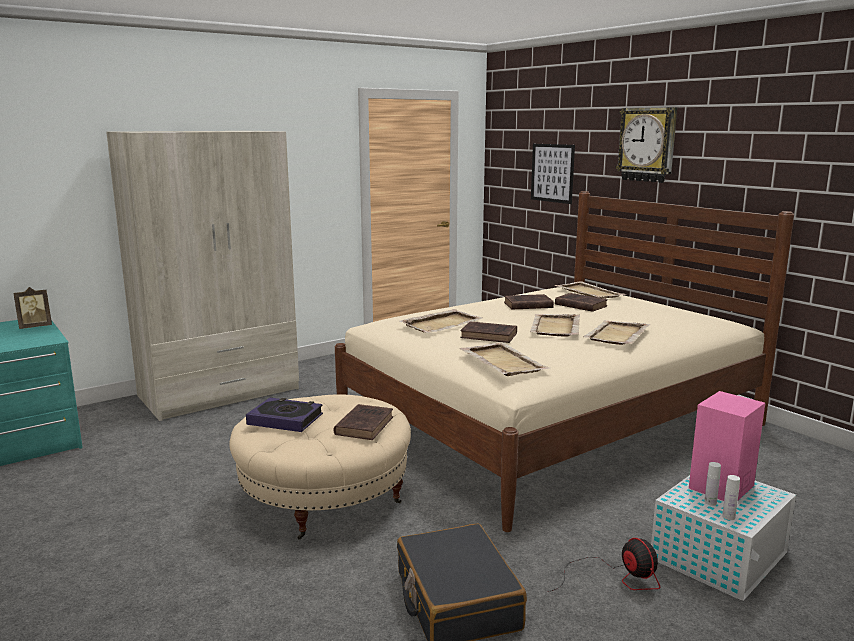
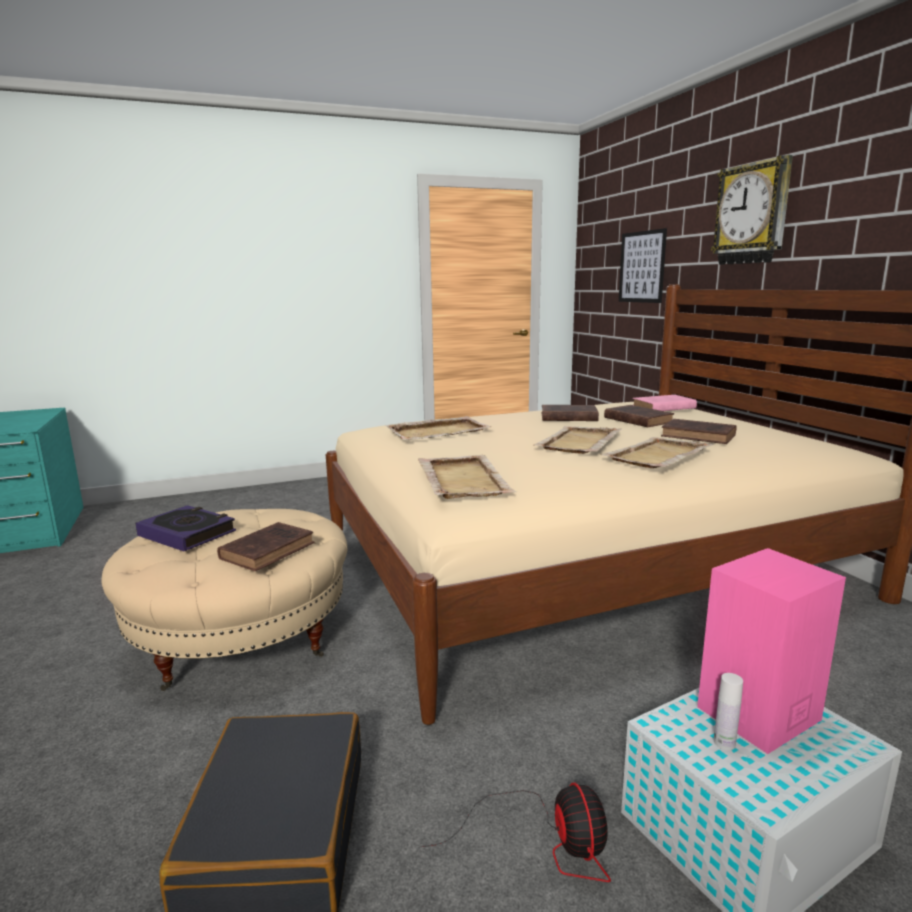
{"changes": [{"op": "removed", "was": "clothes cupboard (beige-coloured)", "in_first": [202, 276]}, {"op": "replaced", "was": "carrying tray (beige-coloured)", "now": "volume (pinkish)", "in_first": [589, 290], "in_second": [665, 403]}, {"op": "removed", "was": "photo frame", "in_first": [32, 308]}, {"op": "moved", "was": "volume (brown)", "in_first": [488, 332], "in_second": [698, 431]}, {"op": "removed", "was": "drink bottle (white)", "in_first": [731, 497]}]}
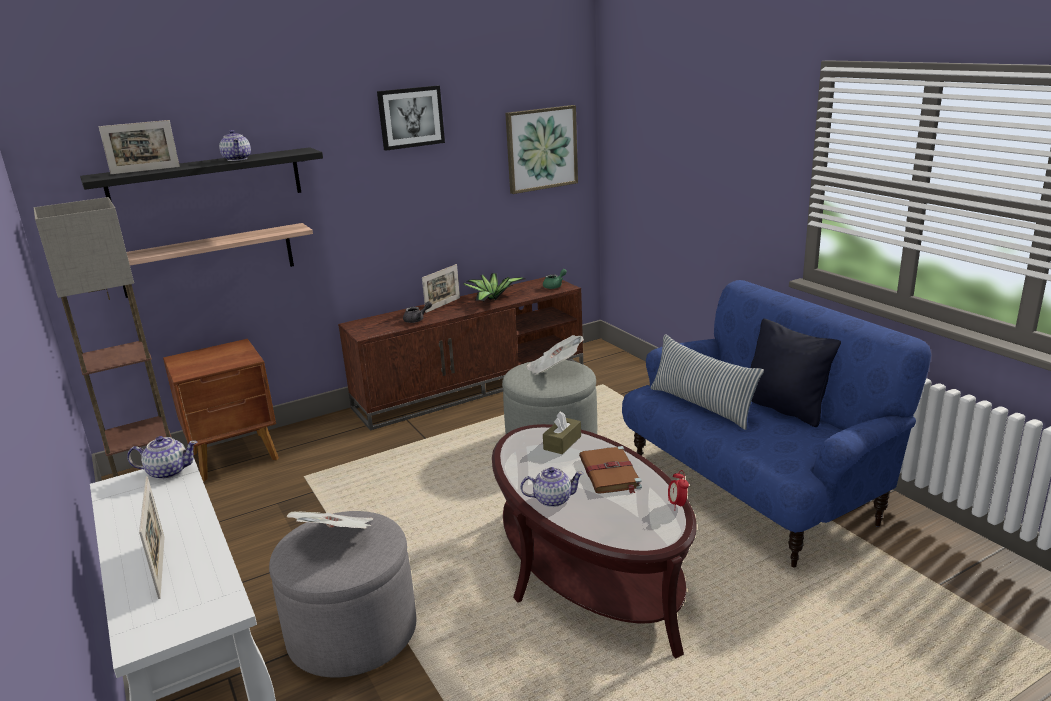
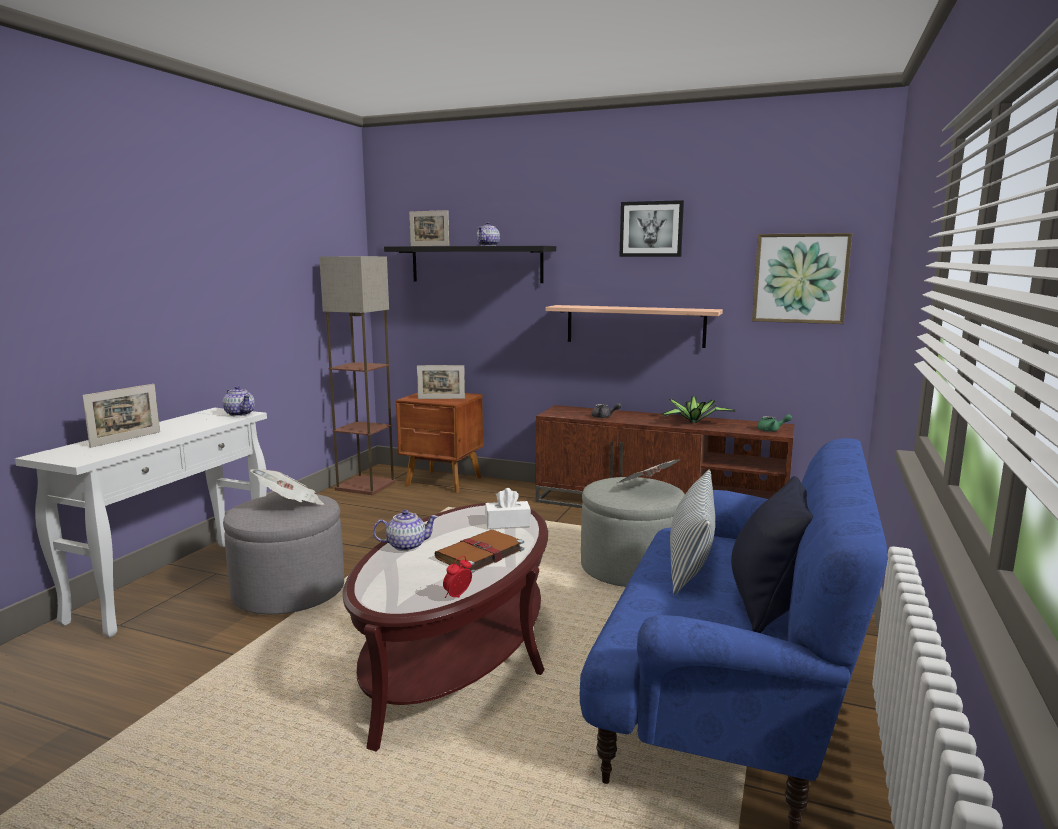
{"changes": [{"op": "moved", "was": "shelf", "in_first": [218, 260], "in_second": [634, 326]}, {"op": "moved", "was": "photo frame", "in_first": [441, 288], "in_second": [441, 382]}, {"op": "recoloured", "was": "tissue box (brown)", "now": "tissue box (white)", "in_first": [562, 432], "in_second": [508, 508]}, {"op": "turned", "was": "teapot", "in_first": [552, 487], "in_second": [405, 530], "clockwise": -60}]}
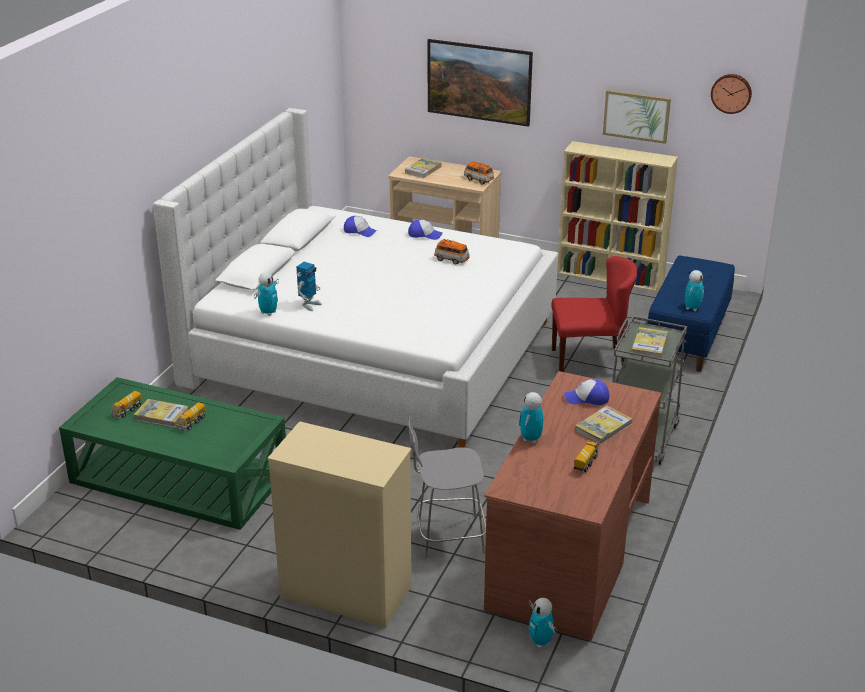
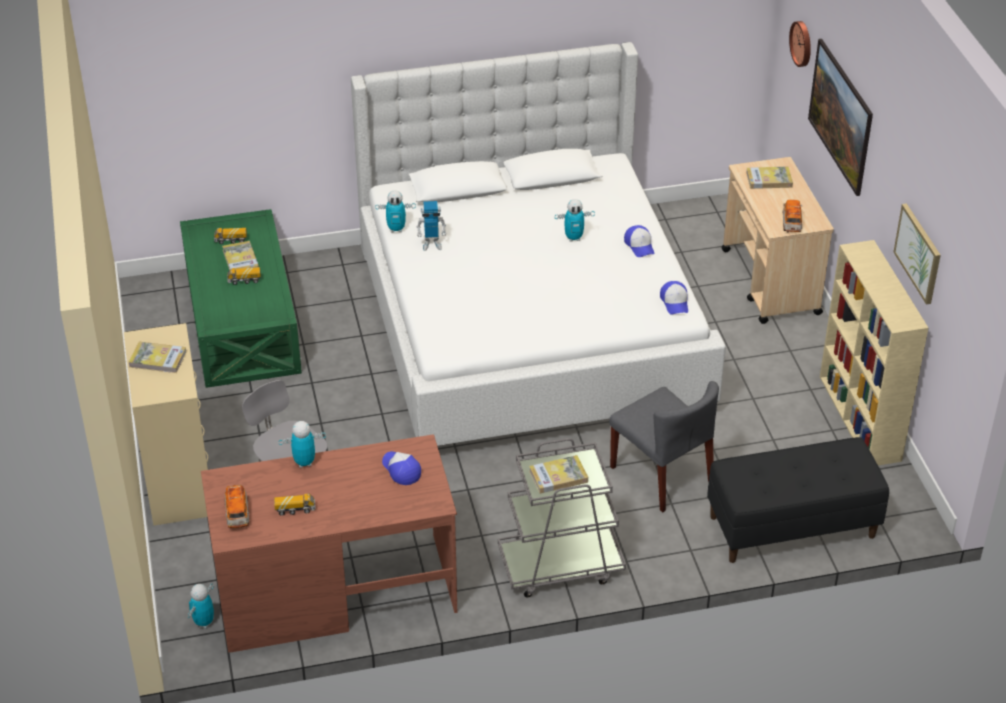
{"changes": [{"op": "moved", "was": "clock on the wall", "in_first": [731, 94], "in_second": [800, 44]}, {"op": "moved", "was": "peaked cap", "in_first": [360, 226], "in_second": [674, 298]}, {"op": "moved", "was": "model car", "in_first": [452, 251], "in_second": [236, 506]}, {"op": "recoloured", "was": "bench (blue-coloured)", "now": "bench (black)", "in_first": [691, 313], "in_second": [798, 500]}, {"op": "recoloured", "was": "plain chair (red-coloured)", "now": "plain chair (greyish)", "in_first": [594, 314], "in_second": [664, 447]}, {"op": "moved", "was": "toy robot", "in_first": [694, 290], "in_second": [575, 220]}, {"op": "moved", "was": "volume", "in_first": [604, 425], "in_second": [157, 357]}]}
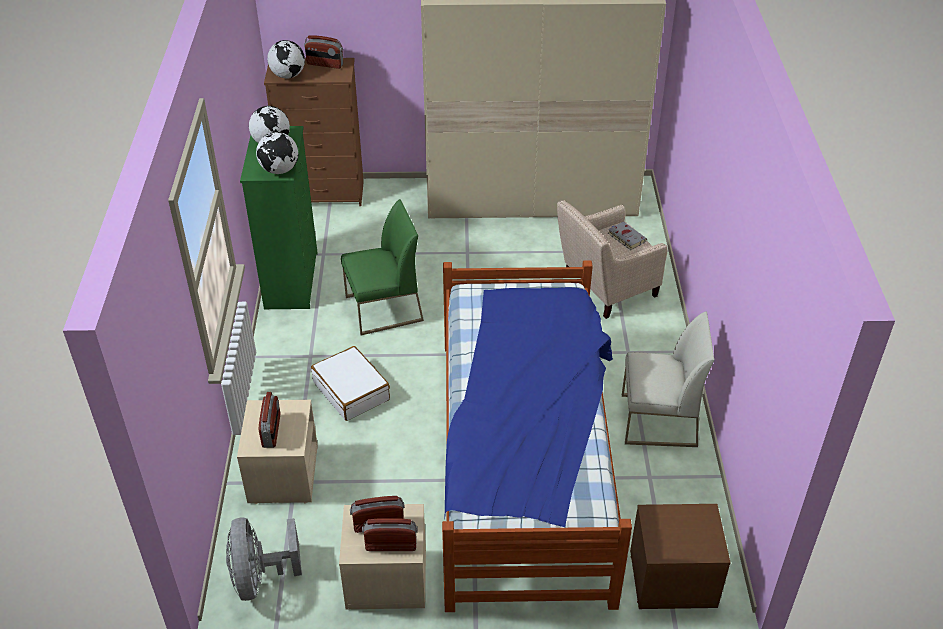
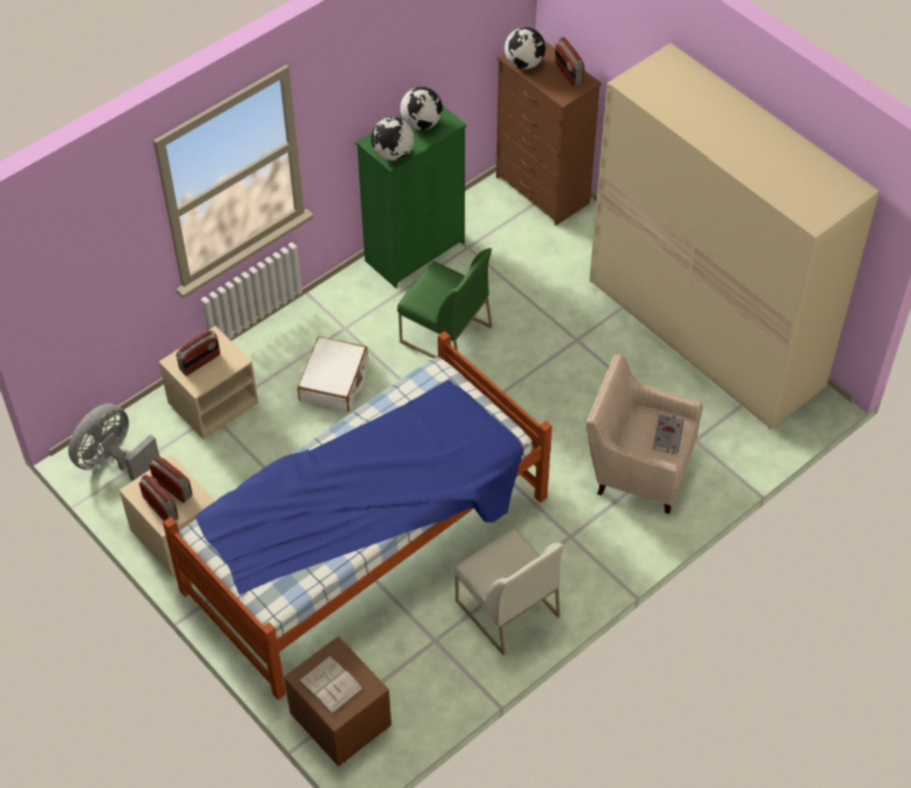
{"changes": [{"op": "added", "now": "volume (white)", "in_second": [331, 685]}]}
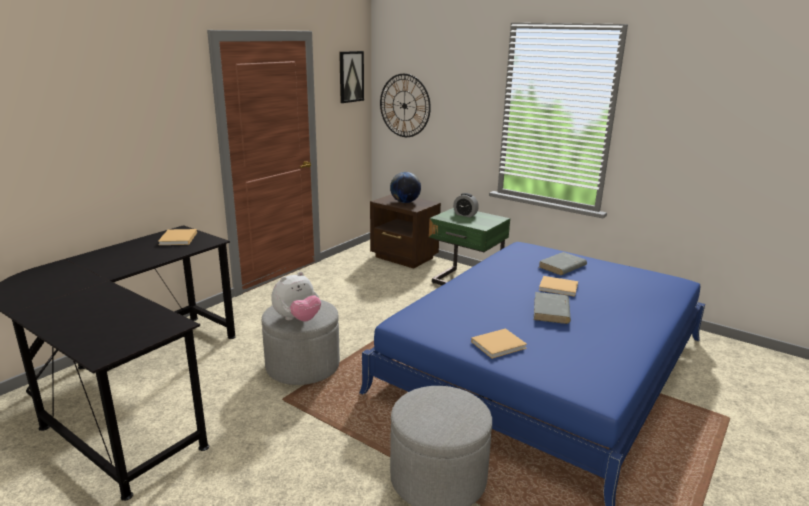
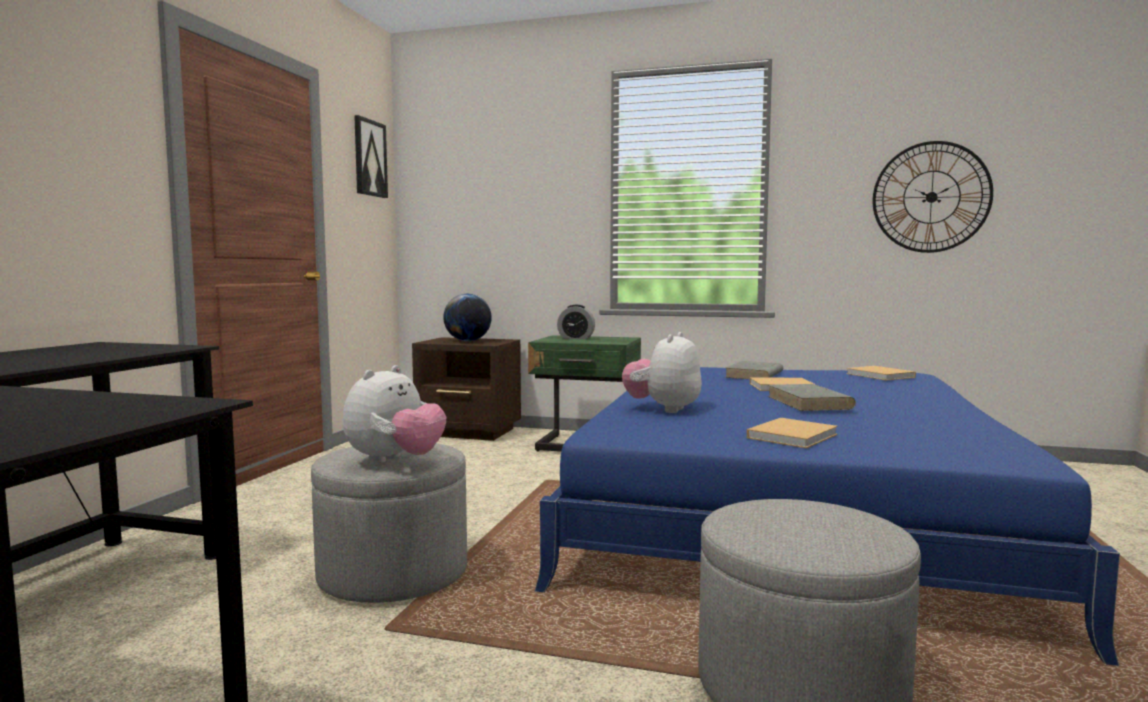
{"changes": [{"op": "moved", "was": "clock on the wall", "in_first": [405, 105], "in_second": [933, 197]}, {"op": "moved", "was": "volume (beige-coloured)", "in_first": [177, 237], "in_second": [881, 373]}, {"op": "added", "now": "plush toy", "in_second": [662, 372]}]}
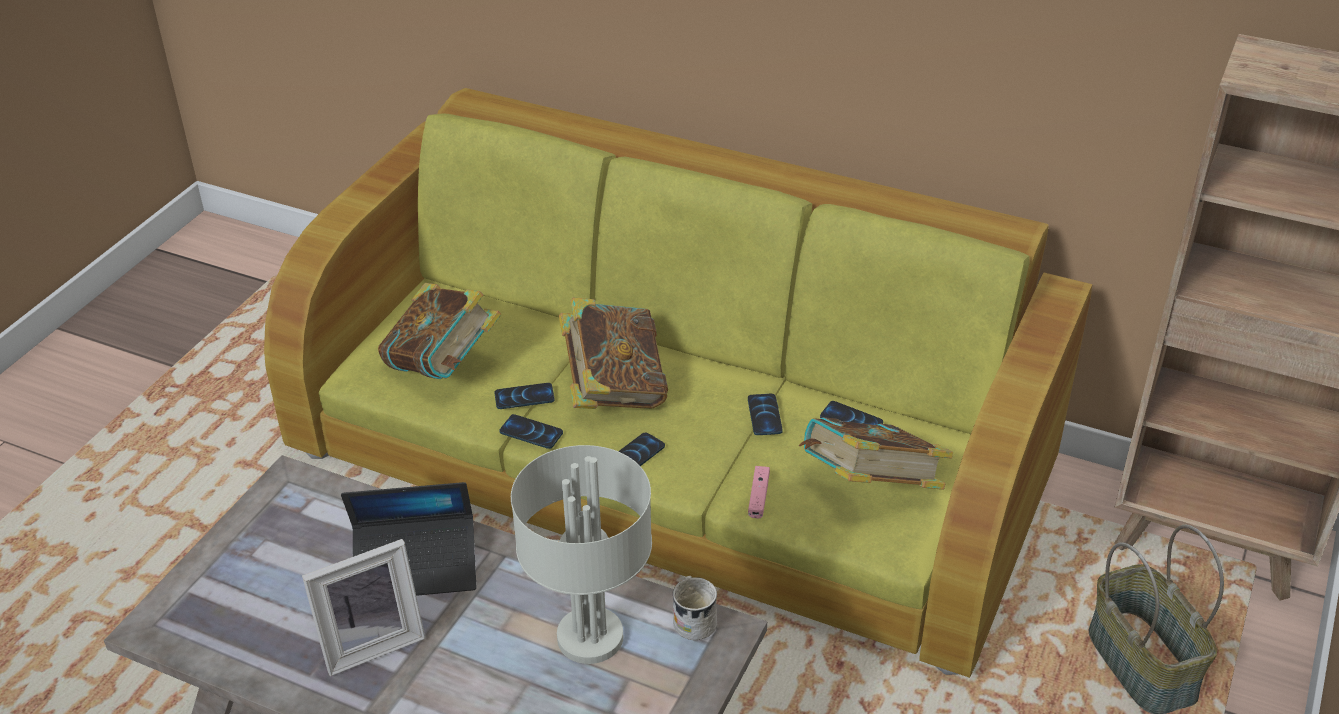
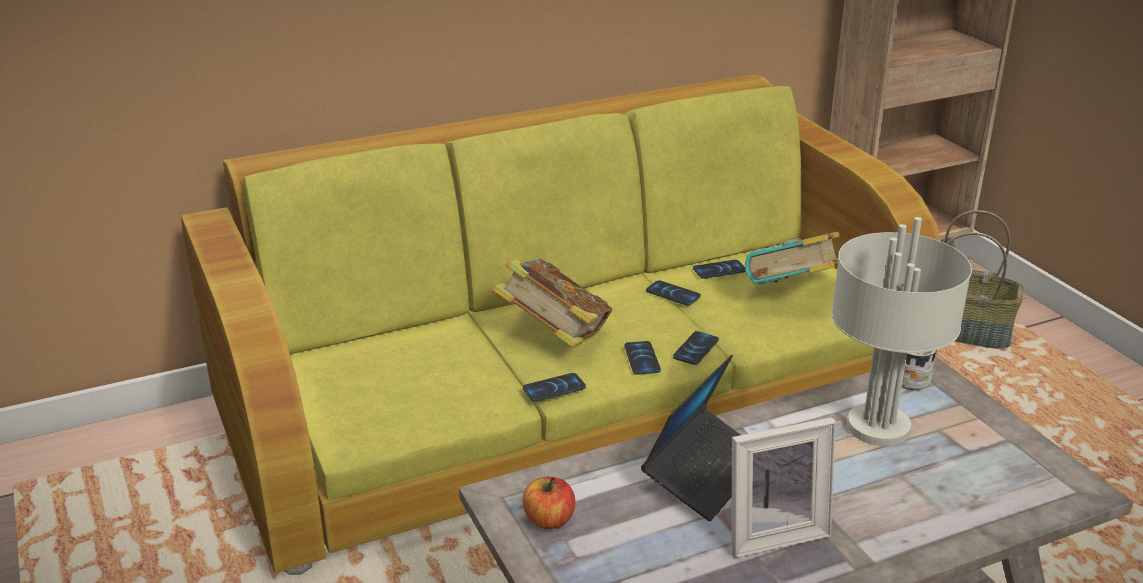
{"changes": [{"op": "removed", "was": "volume", "in_first": [439, 331]}, {"op": "moved", "was": "handset", "in_first": [524, 396], "in_second": [696, 348]}, {"op": "removed", "was": "game controller (pinkish)", "in_first": [759, 492]}, {"op": "turned", "was": "photo frame", "in_first": [364, 607], "in_second": [783, 487], "clockwise": 60}, {"op": "added", "now": "apple fruit", "in_second": [549, 503]}]}
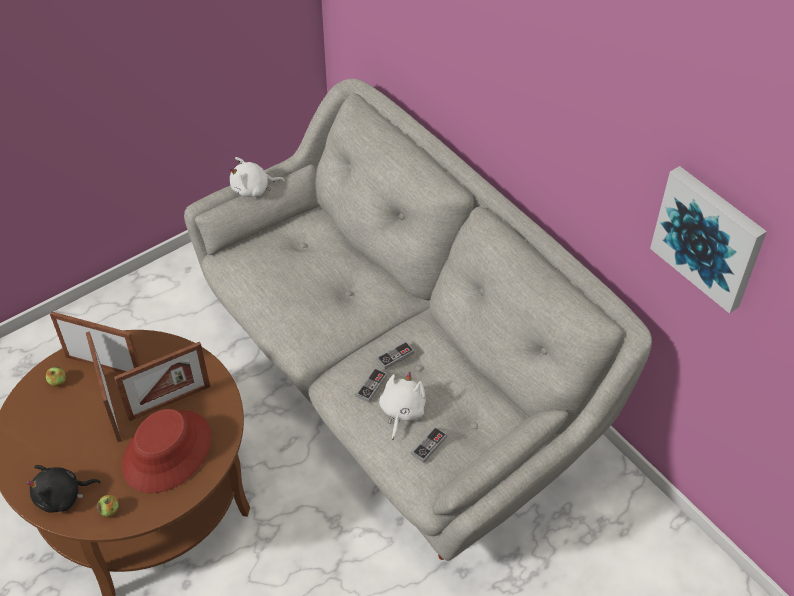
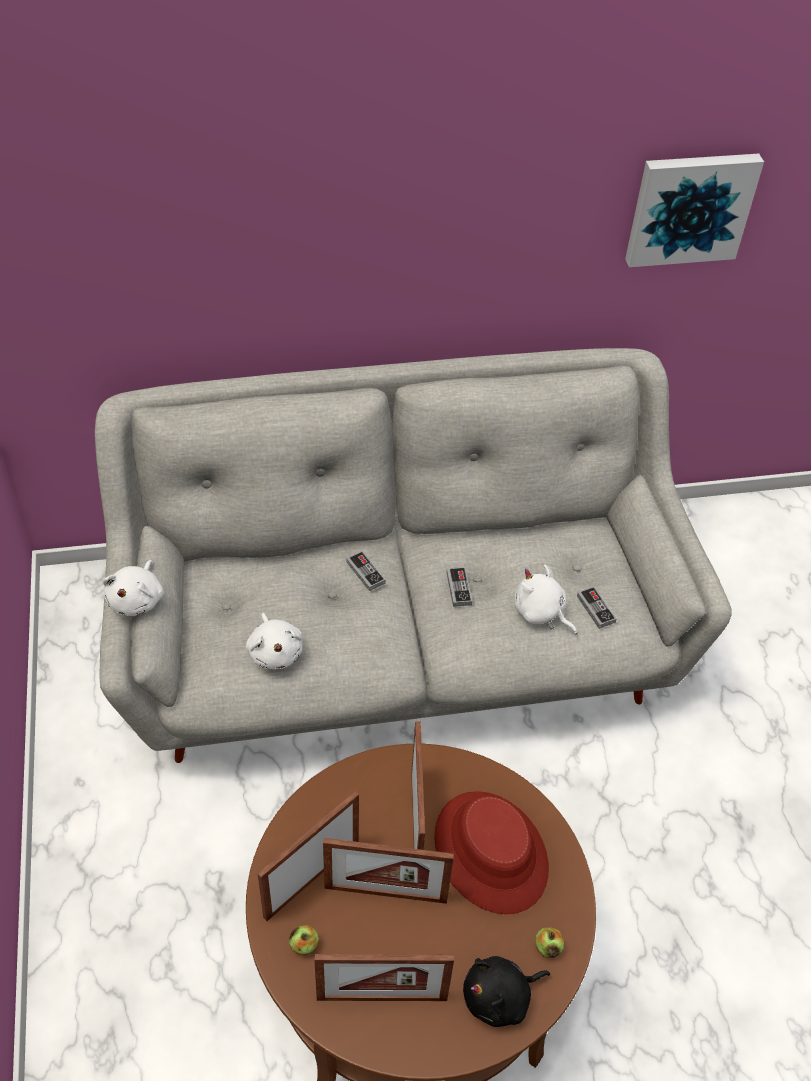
{"changes": [{"op": "moved", "was": "game controller", "in_first": [371, 385], "in_second": [366, 571]}, {"op": "turned", "was": "plush toy (black)", "in_first": [63, 488], "in_second": [506, 991], "clockwise": 60}, {"op": "added", "now": "plush toy (white)", "in_second": [274, 641]}, {"op": "added", "now": "photo frame", "in_second": [384, 977]}]}
